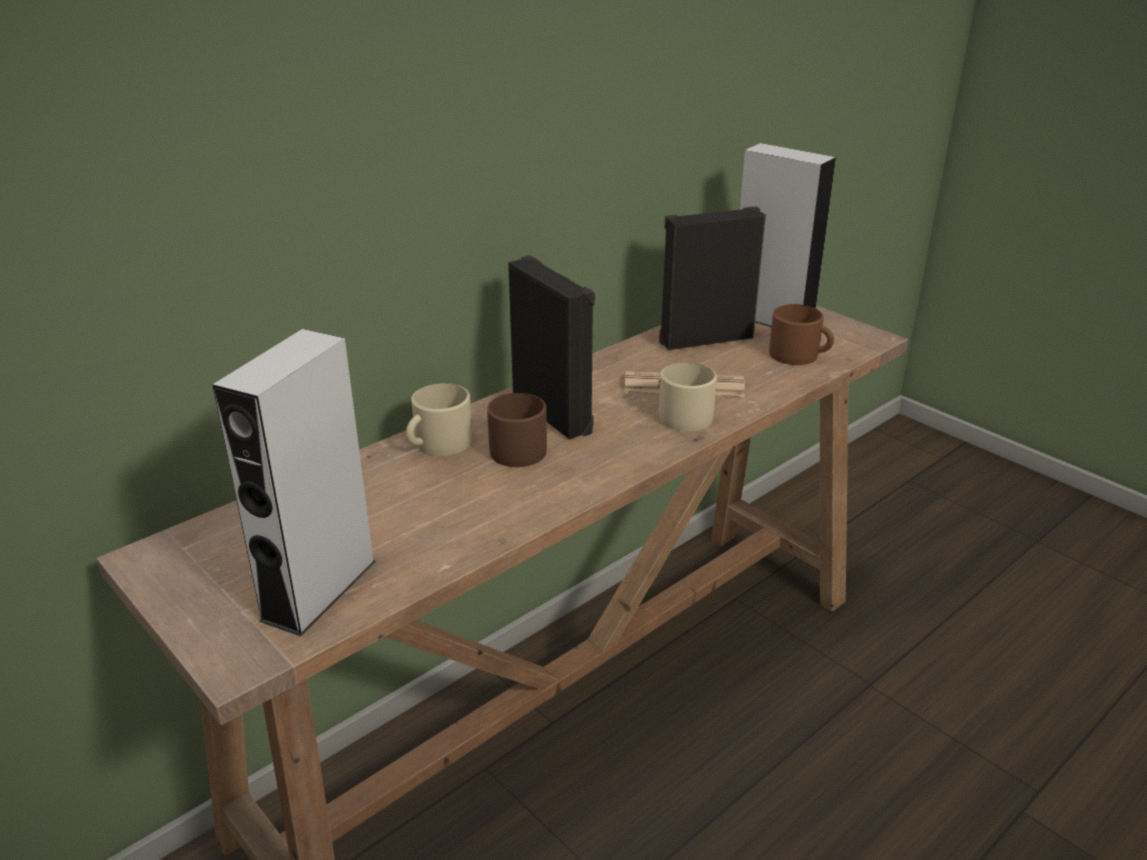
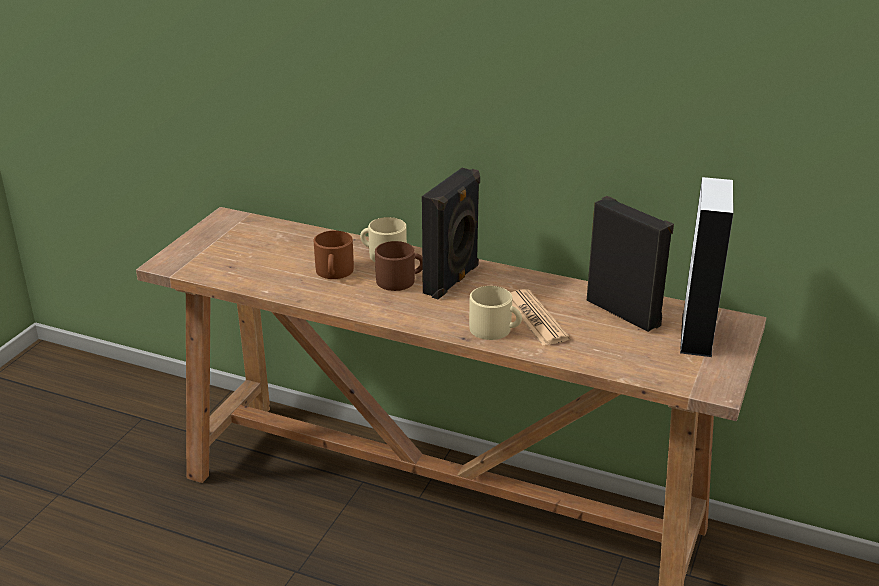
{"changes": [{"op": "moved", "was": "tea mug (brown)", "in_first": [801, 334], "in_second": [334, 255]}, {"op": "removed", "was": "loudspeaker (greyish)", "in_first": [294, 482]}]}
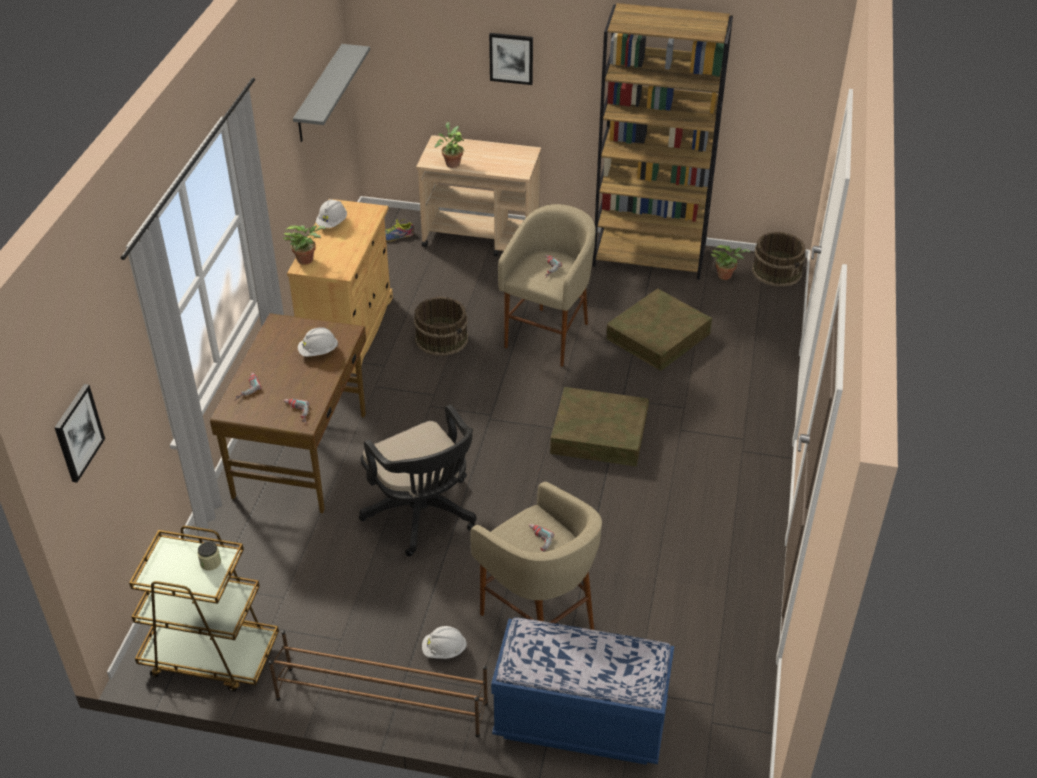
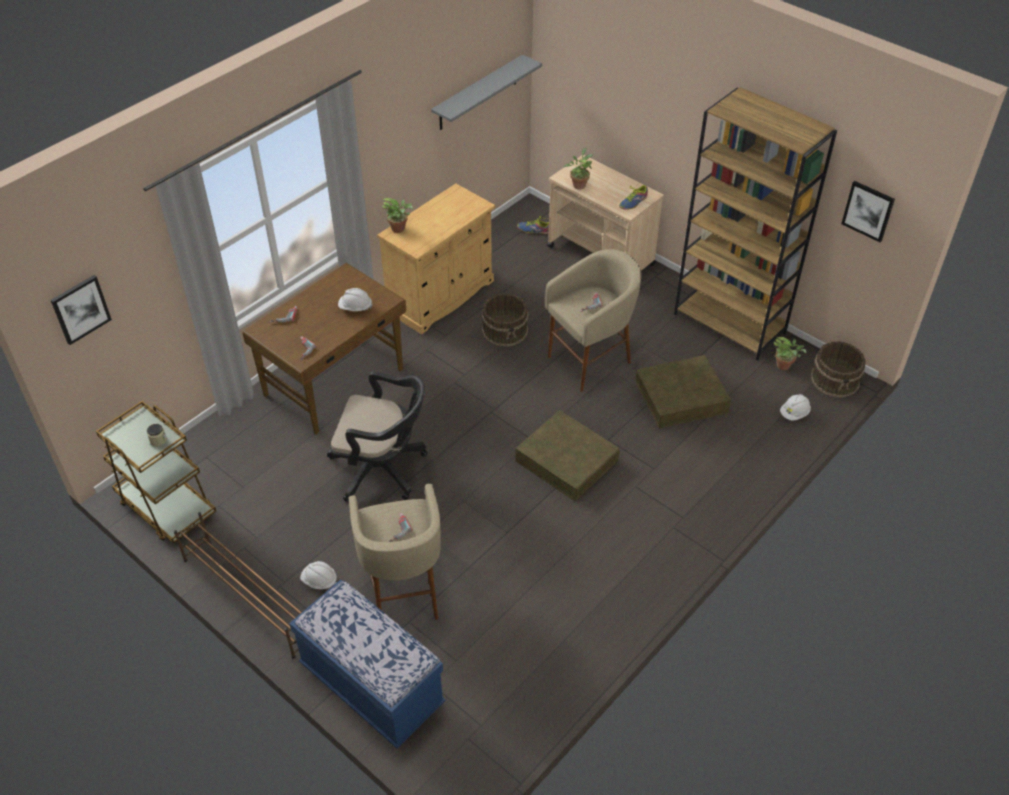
{"changes": [{"op": "moved", "was": "wall art", "in_first": [511, 59], "in_second": [868, 211]}, {"op": "moved", "was": "work helmet (white)", "in_first": [331, 213], "in_second": [795, 407]}, {"op": "turned", "was": "desk chair (black)", "in_first": [418, 480], "in_second": [377, 436], "clockwise": -75}, {"op": "added", "now": "low shoe", "in_second": [633, 196]}]}
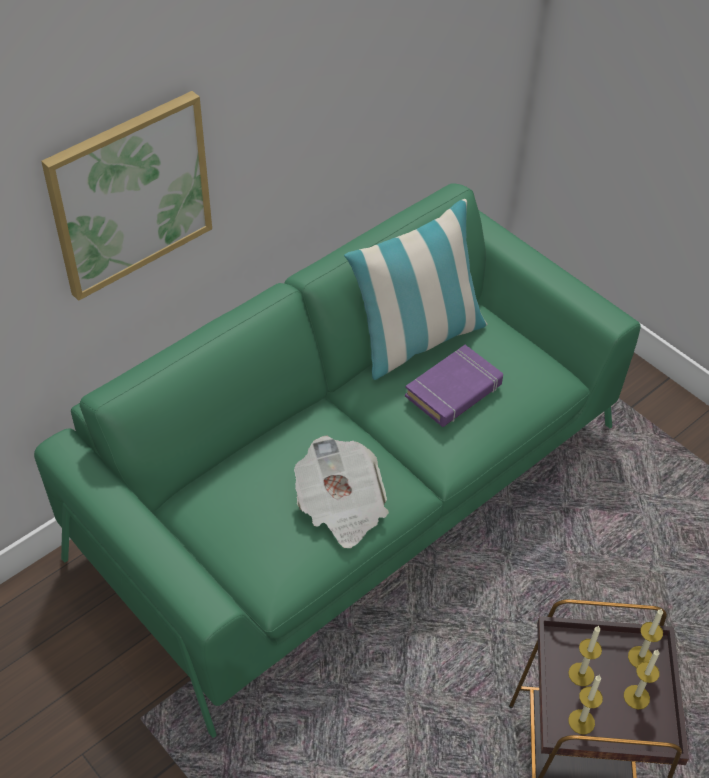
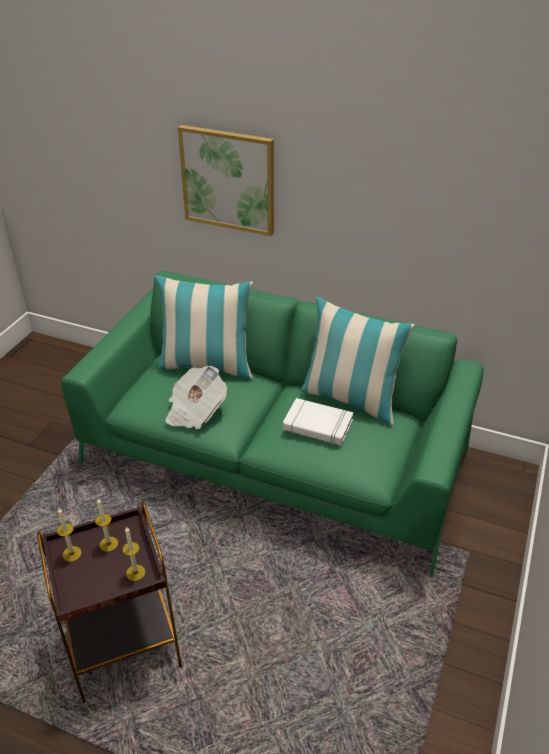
{"changes": [{"op": "recoloured", "was": "volume (purple)", "now": "volume (white)", "in_first": [454, 386], "in_second": [318, 422]}, {"op": "removed", "was": "wax light", "in_first": [642, 680]}, {"op": "added", "now": "throw pillow", "in_second": [204, 327]}]}
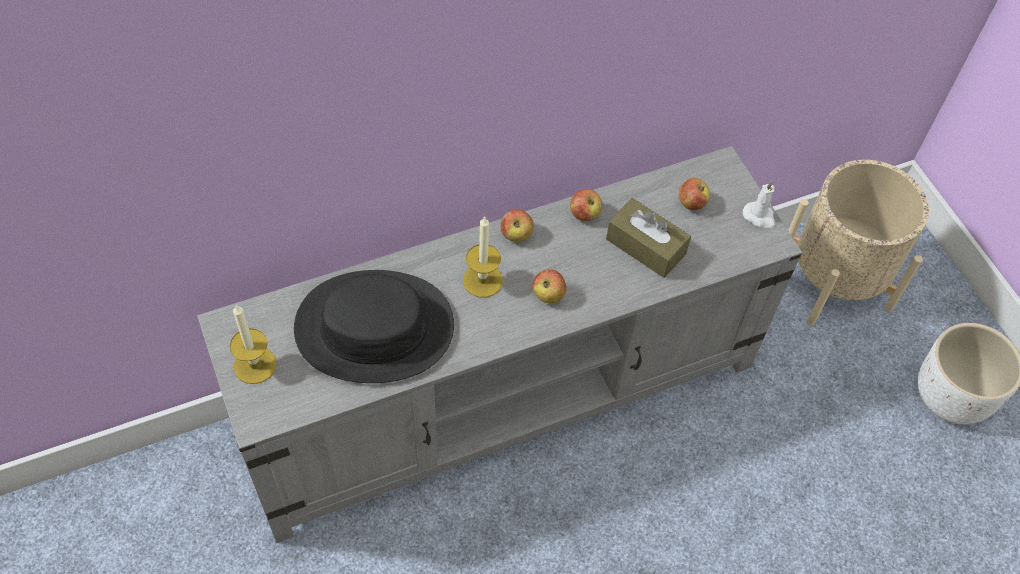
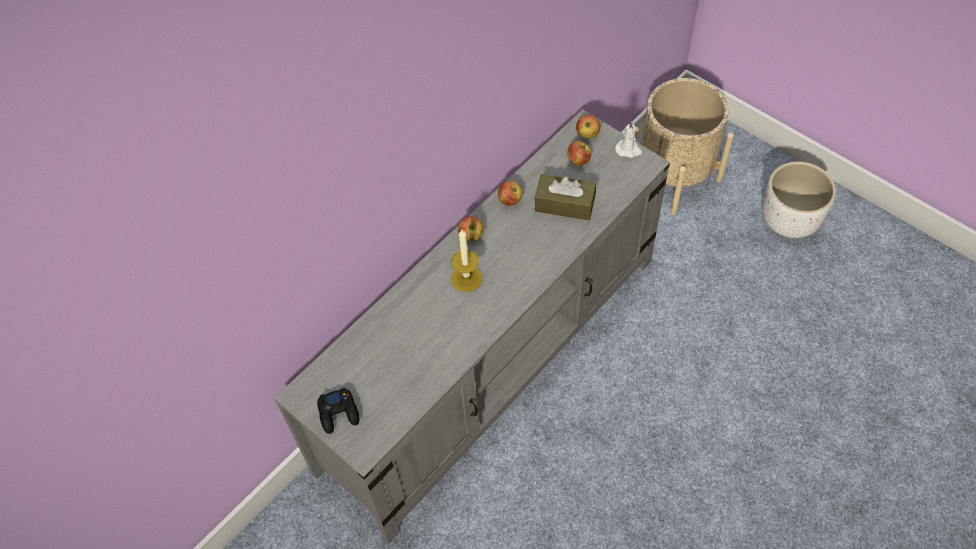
{"changes": [{"op": "moved", "was": "apple fruit", "in_first": [549, 286], "in_second": [588, 127]}, {"op": "removed", "was": "clothing hat (black)", "in_first": [374, 326]}, {"op": "replaced", "was": "wax light", "now": "game controller (black)", "in_first": [253, 344], "in_second": [338, 411]}]}
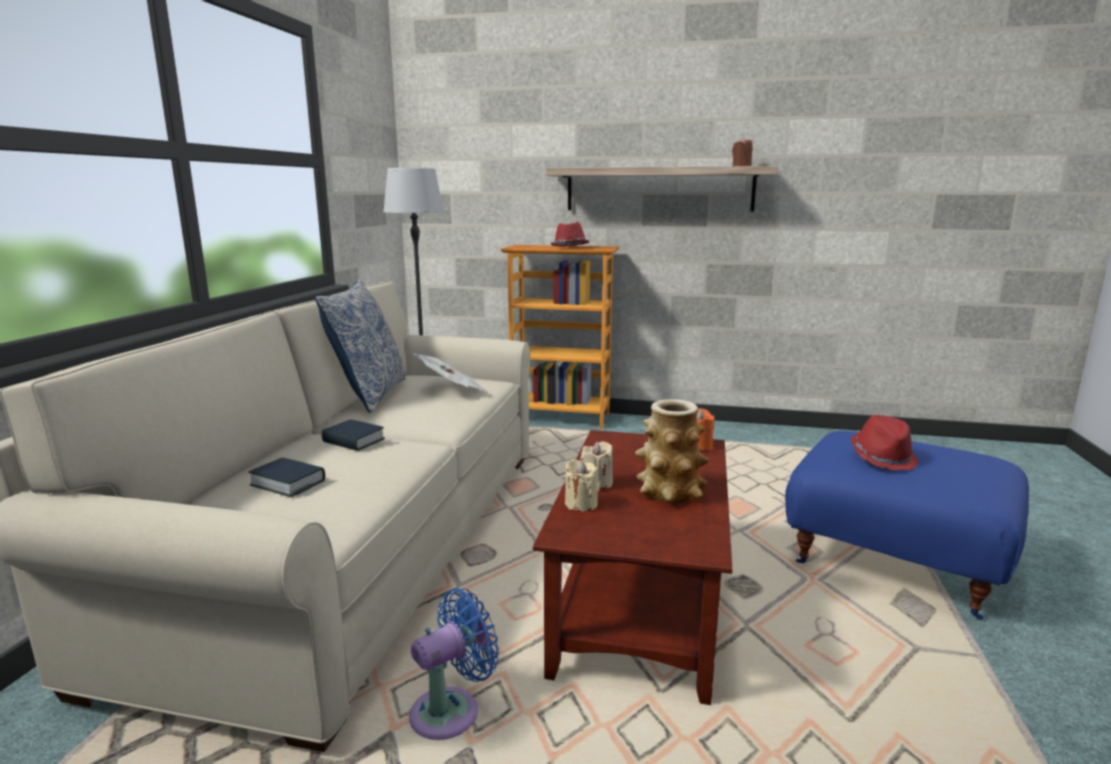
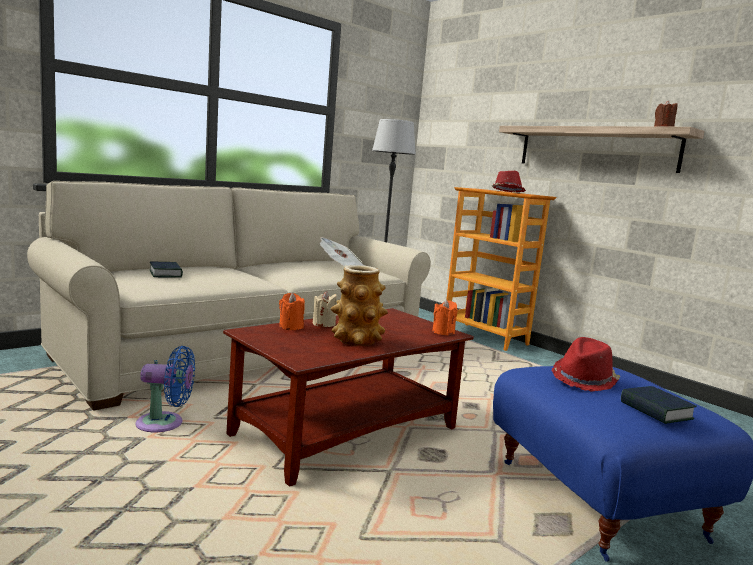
{"changes": [{"op": "removed", "was": "throw pillow", "in_first": [360, 346]}, {"op": "moved", "was": "volume", "in_first": [353, 435], "in_second": [659, 405]}, {"op": "recoloured", "was": "wax light (beige-coloured)", "now": "wax light (orange)", "in_first": [581, 485], "in_second": [292, 311]}]}
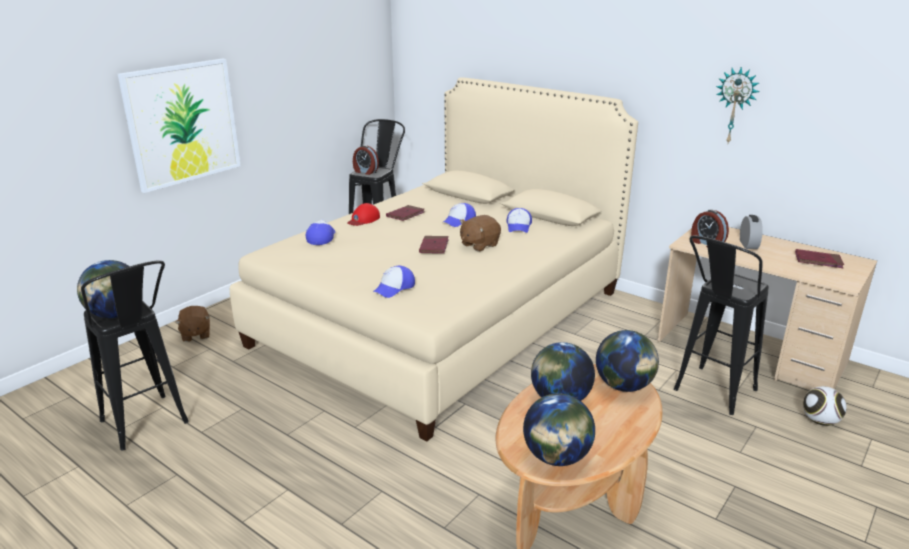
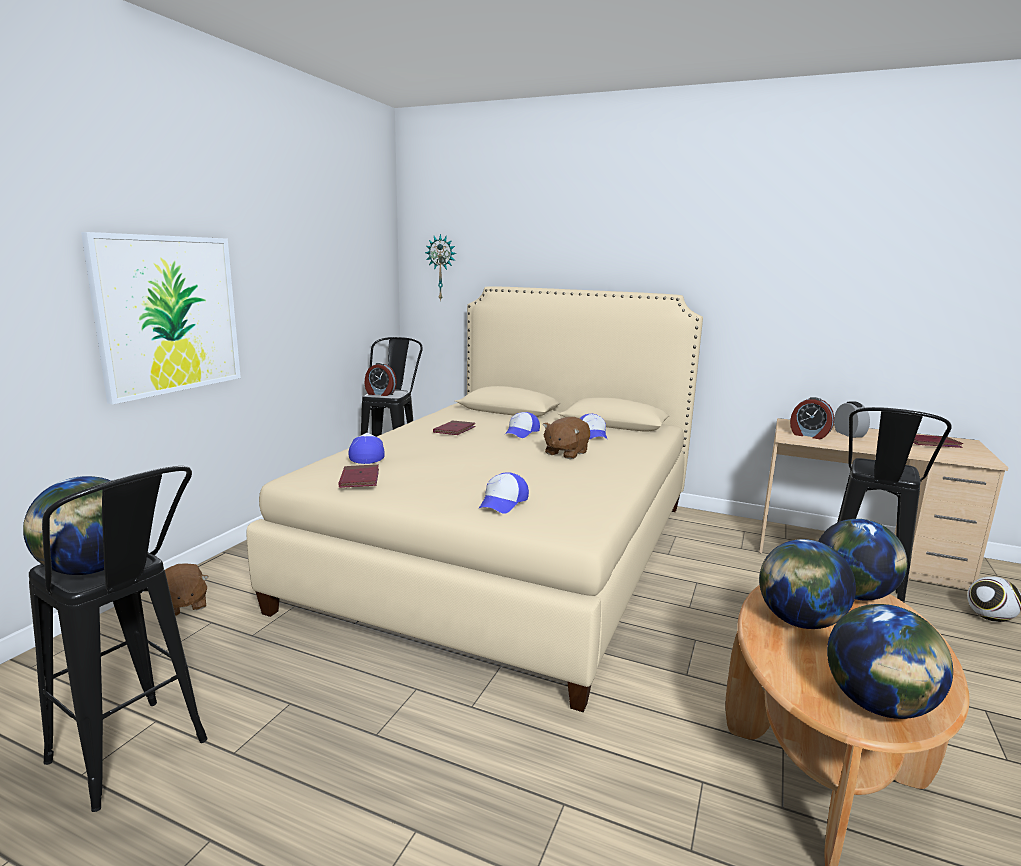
{"changes": [{"op": "moved", "was": "clock on the wall", "in_first": [737, 105], "in_second": [440, 267]}, {"op": "removed", "was": "peaked cap (red-coloured)", "in_first": [363, 214]}, {"op": "moved", "was": "volume (red-coloured)", "in_first": [434, 244], "in_second": [359, 476]}]}
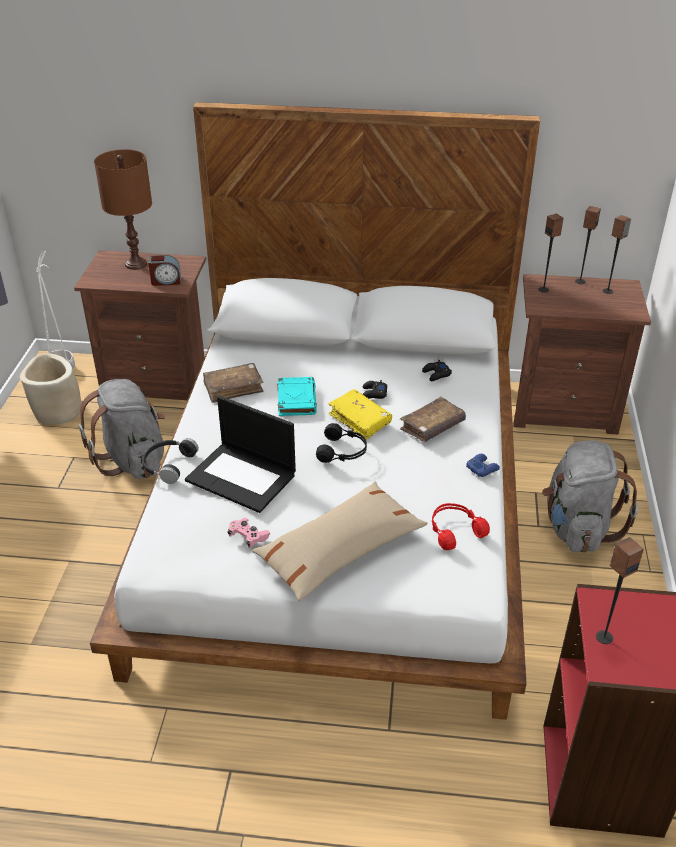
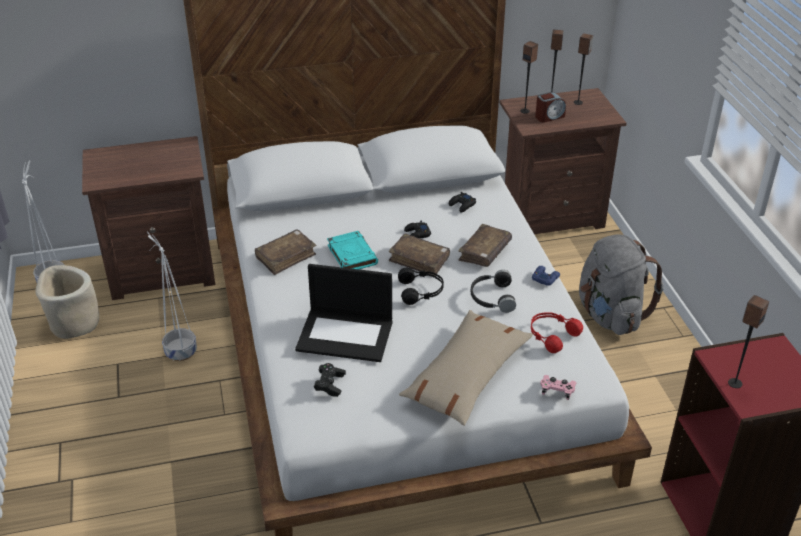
{"changes": [{"op": "removed", "was": "tabletop lamp (brown)", "in_first": [123, 209]}, {"op": "moved", "was": "table clock", "in_first": [164, 270], "in_second": [550, 107]}, {"op": "replaced", "was": "rucksack (greyish)", "now": "flower pot (white)", "in_first": [122, 429], "in_second": [172, 296]}, {"op": "recoloured", "was": "volume (yellow-coloured)", "now": "volume (brown)", "in_first": [360, 414], "in_second": [419, 254]}, {"op": "moved", "was": "headphones (black)", "in_first": [171, 461], "in_second": [493, 291]}, {"op": "moved", "was": "game controller (pinkish)", "in_first": [248, 533], "in_second": [558, 387]}, {"op": "added", "now": "game controller (black)", "in_second": [330, 380]}]}
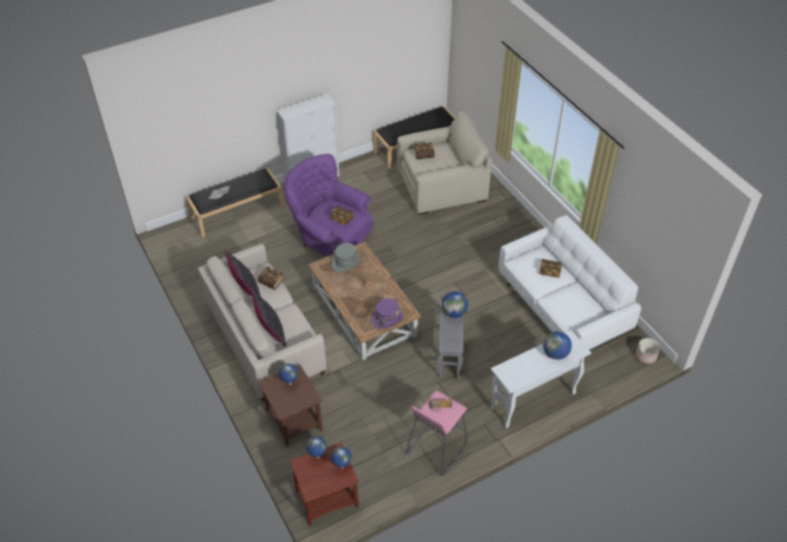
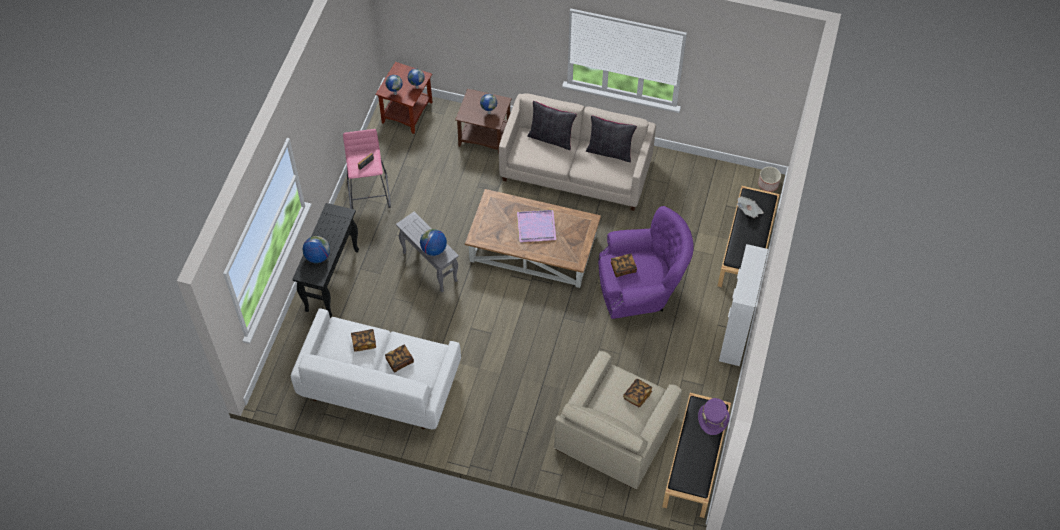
{"changes": [{"op": "removed", "was": "clothing hat (greyish)", "in_first": [346, 258]}, {"op": "moved", "was": "volume", "in_first": [271, 278], "in_second": [363, 340]}, {"op": "moved", "was": "clothing hat (purple)", "in_first": [387, 314], "in_second": [714, 416]}, {"op": "recoloured", "was": "narrow table (white)", "now": "narrow table (black)", "in_first": [540, 379], "in_second": [325, 260]}, {"op": "moved", "was": "flower pot", "in_first": [647, 351], "in_second": [769, 179]}, {"op": "added", "now": "carrying tray (purple)", "in_second": [536, 226]}]}
